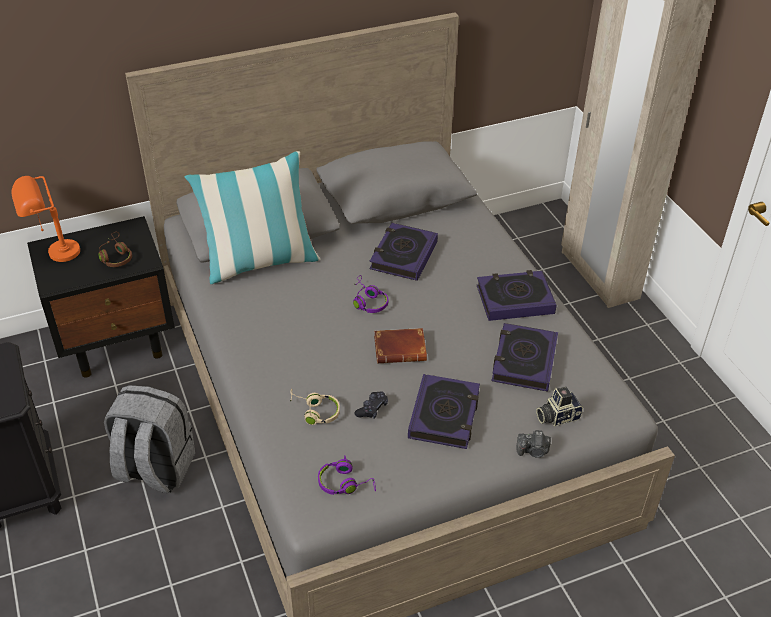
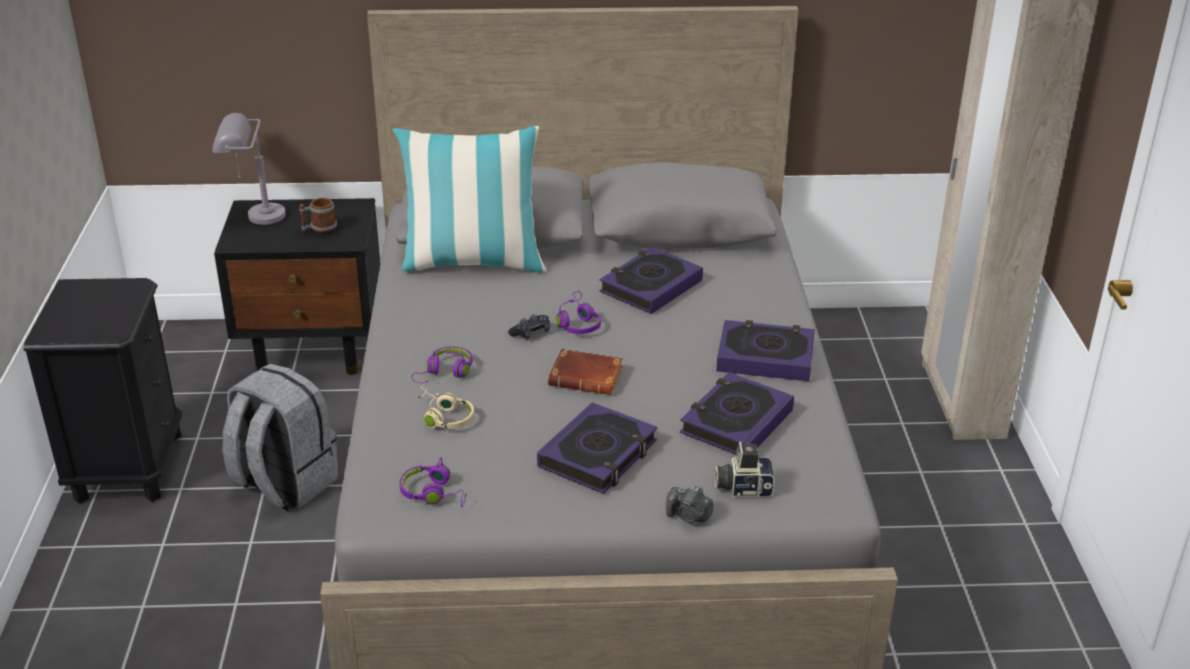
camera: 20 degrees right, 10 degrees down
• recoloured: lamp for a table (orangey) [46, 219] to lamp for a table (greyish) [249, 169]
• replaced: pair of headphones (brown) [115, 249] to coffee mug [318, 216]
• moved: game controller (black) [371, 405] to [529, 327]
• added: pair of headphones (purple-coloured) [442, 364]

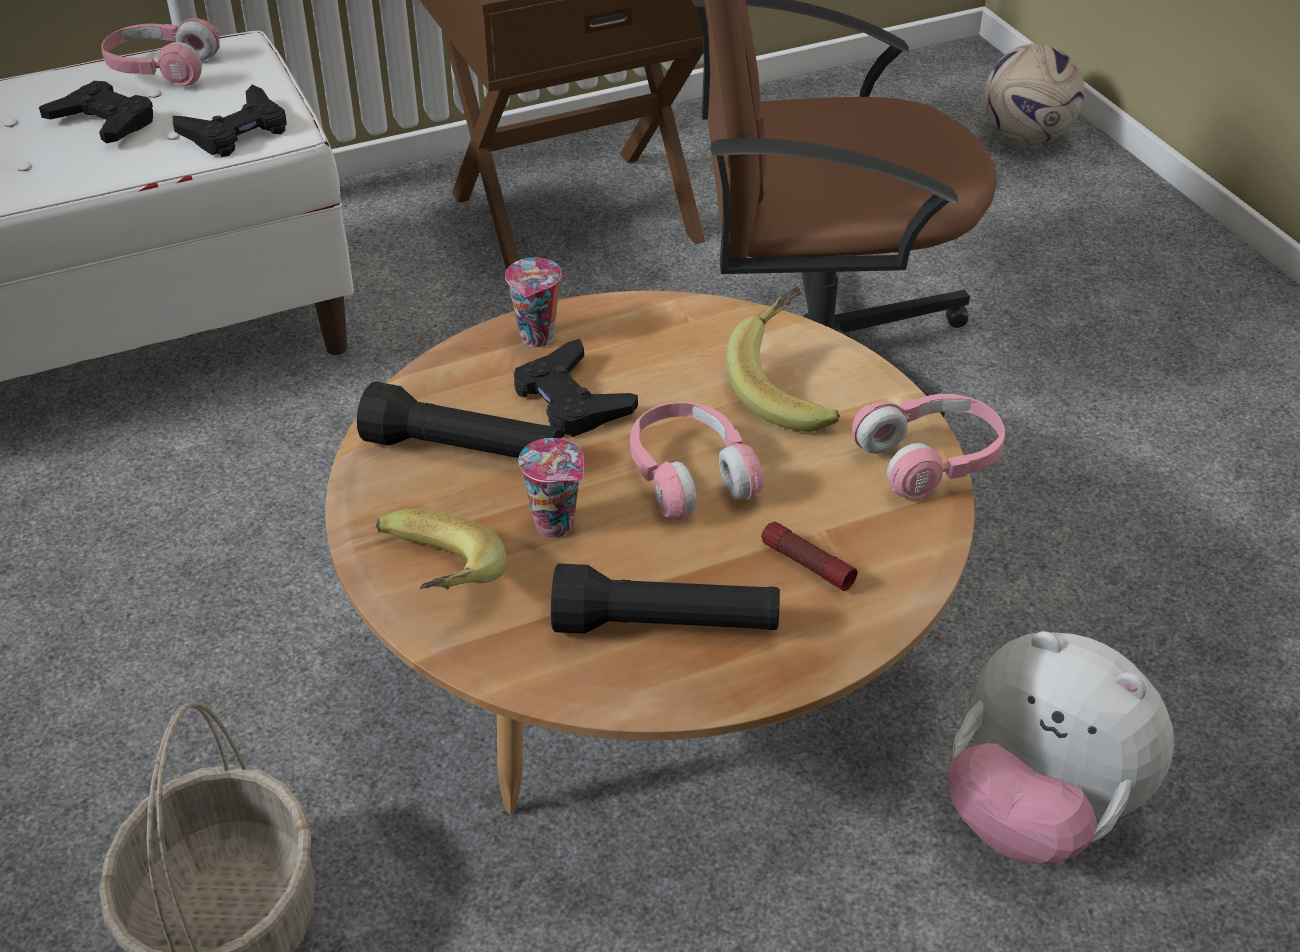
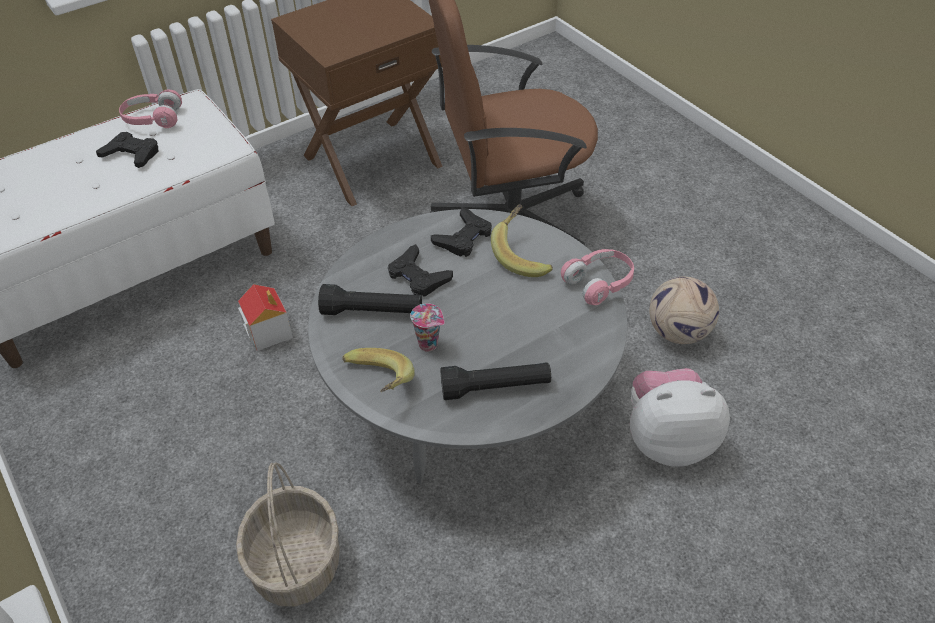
camera: 10 degrees left, 5 degrees up
• moved: game controller (black) [230, 121] to [461, 232]
• recoloured: lounge table (brown) [650, 552] to lounge table (greyish) [468, 346]
• removed: drinking cup [533, 302]
• removed: pair of headphones (pink-coloured) [697, 461]
• removed: torch [809, 556]
• turned: soft toy [1061, 747] = [680, 417] 150 degrees clockwise
• moved: ball for football [1034, 93] to [684, 310]
• added: miniature house [265, 317]

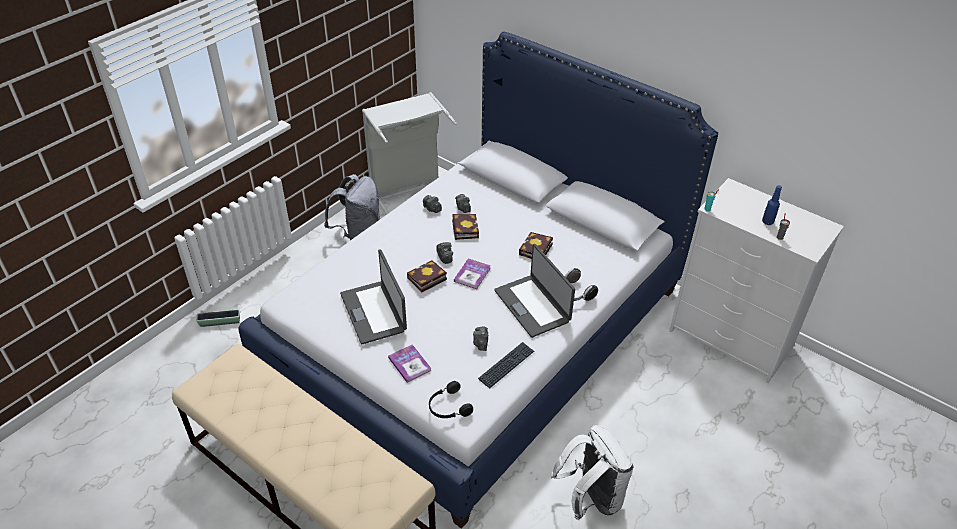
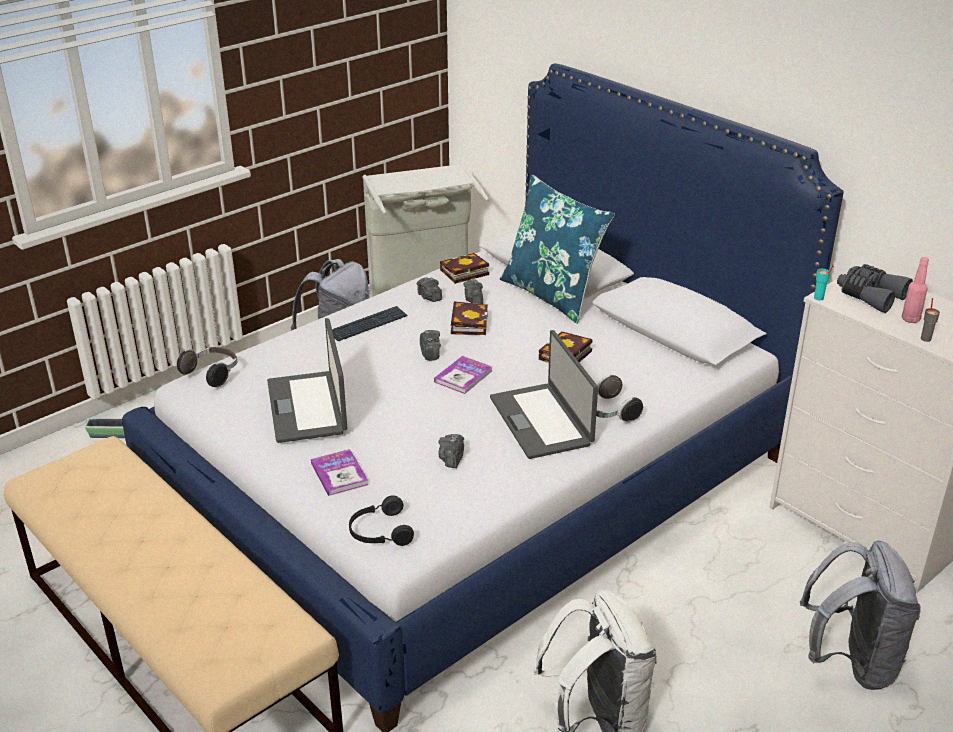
camera: 10 degrees right, 10 degrees down
• moved: bound book [427, 276] to [464, 268]
• moved: computer keyboard [506, 365] to [370, 323]
• recoloured: beverage bottle (bluish) [772, 205] to beverage bottle (pink-coloured) [915, 290]
• added: pair of headphones [207, 367]
• added: pillow (bluish) [557, 249]
• added: knapsack (greyish) [860, 615]
• added: pair of binoculars (greyish) [875, 288]

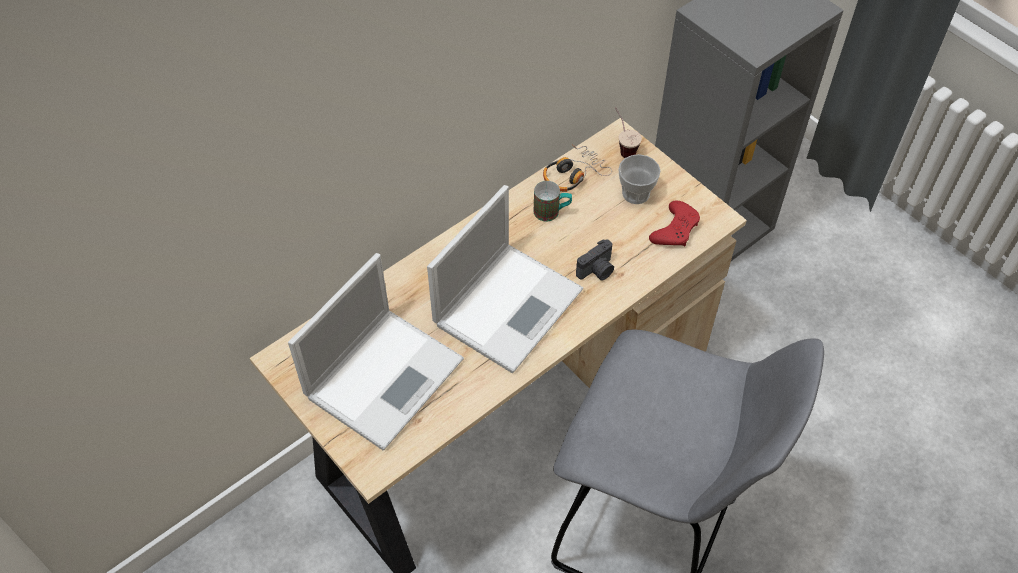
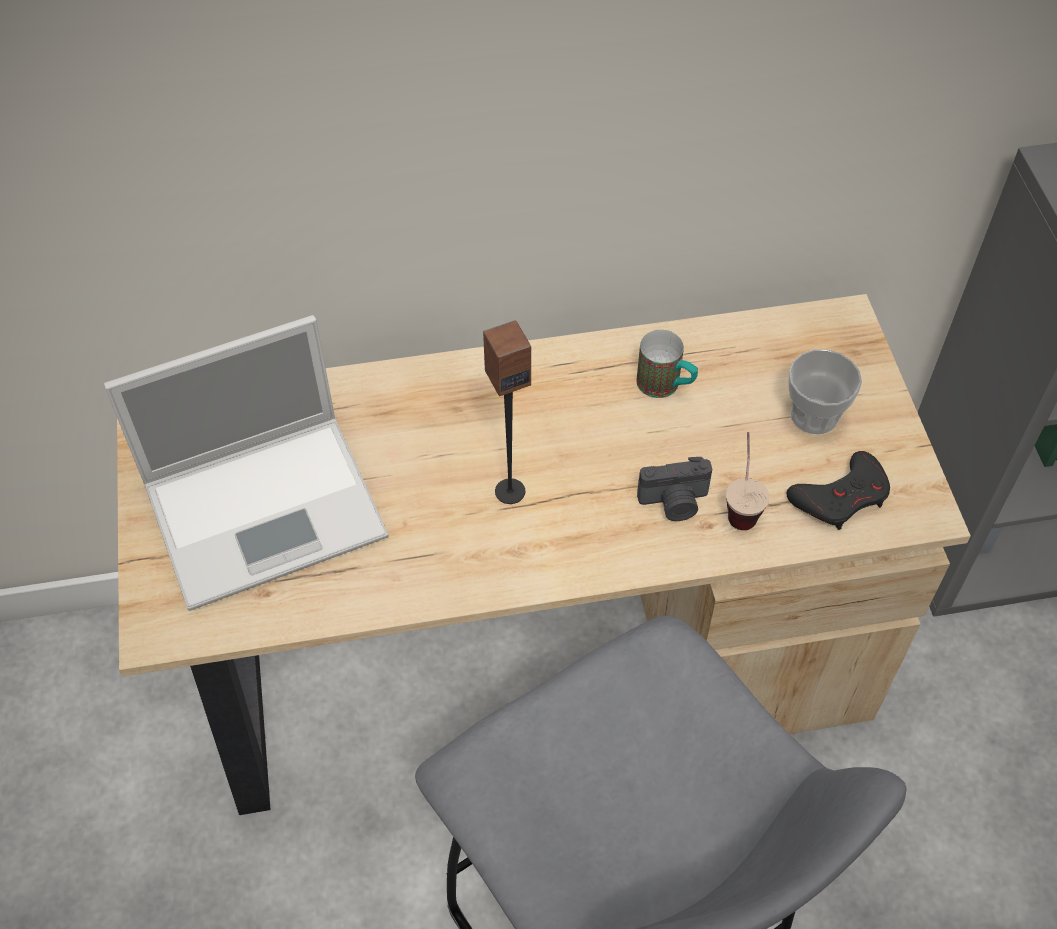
camera: 30 degrees right, 0 degrees up
• replaced: portable computer [505, 279] to speaker [507, 412]
• removed: pair of headphones [577, 168]
• moved: drinking cup [628, 132] to [748, 481]
• recoloured: game controller (reddish) [674, 223] to game controller (black) [838, 490]

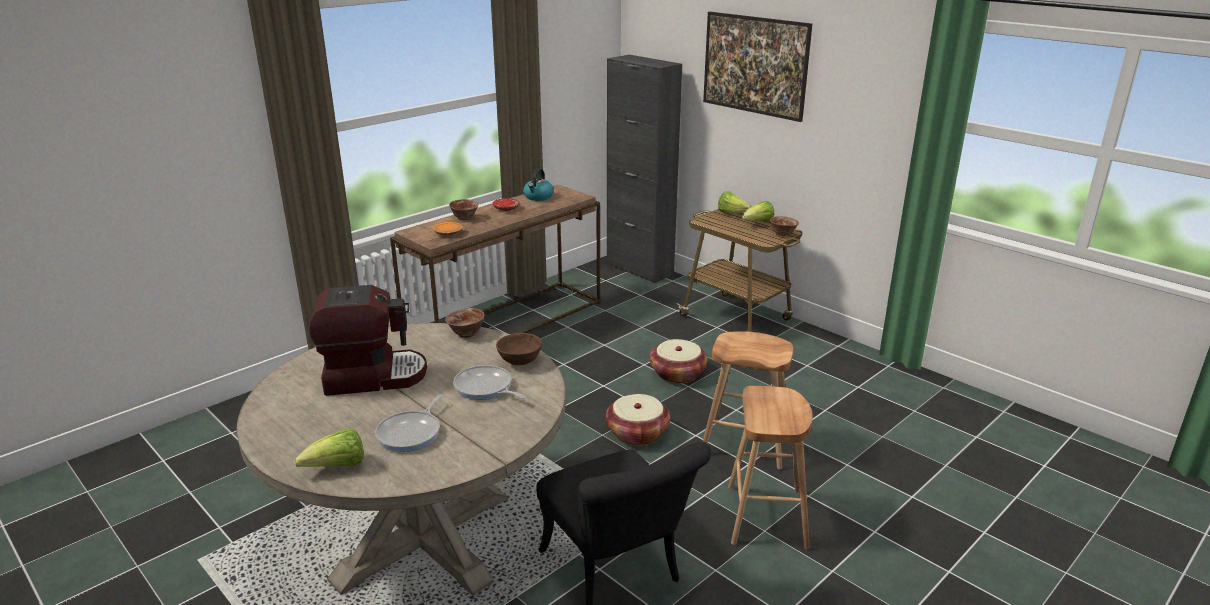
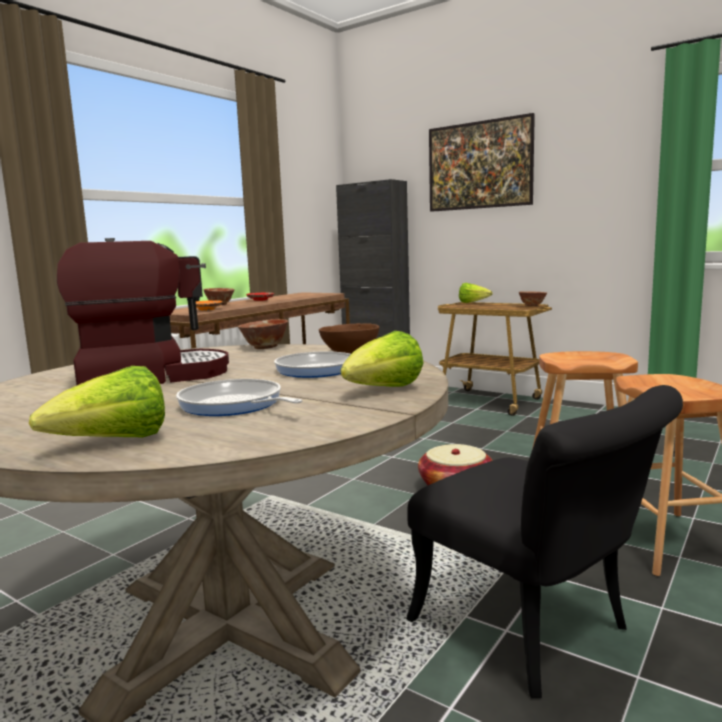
camera: 10 degrees left, 15 degrees down
• turned: pan [409, 423] = [239, 397] 120 degrees clockwise
• removed: water kettle [538, 184]
• removed: basket [678, 361]
• moved: lettuce head [758, 211] to [382, 359]

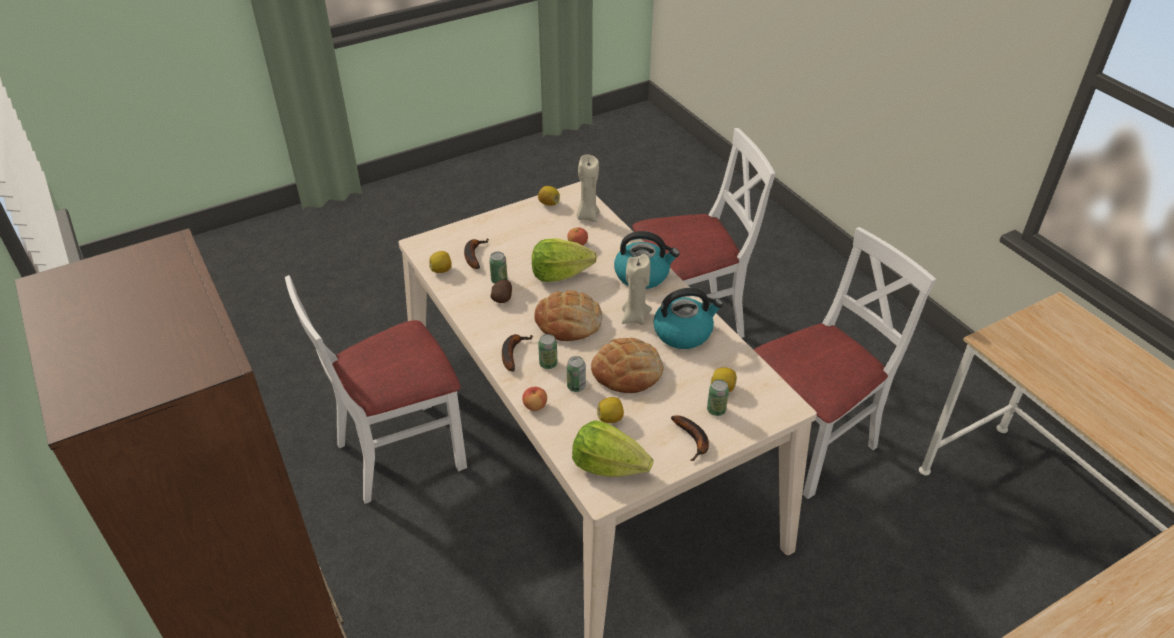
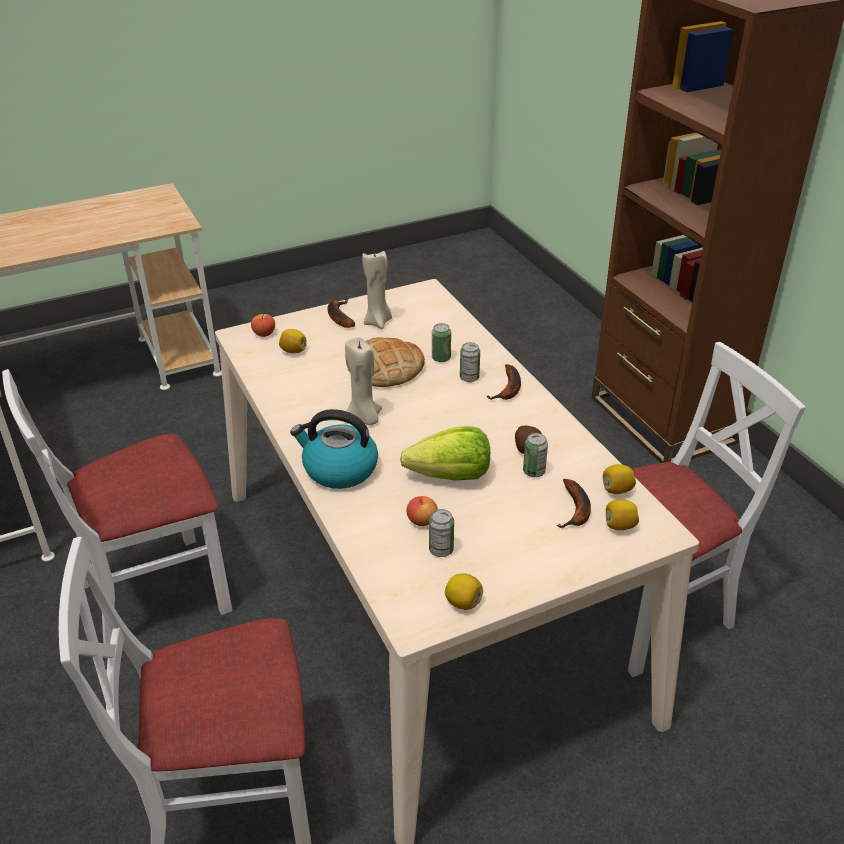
camera: 175 degrees left, 5 degrees down
• moved: whole apple [534, 399] to [263, 325]
• removed: baked bread [568, 315]
• removed: lettuce head [612, 448]
• moved: wax candle (beige) [588, 188] to [377, 289]
• moved: lemon [610, 410] to [622, 514]
• removed: water kettle [688, 318]
• moved: can [718, 398] to [441, 533]

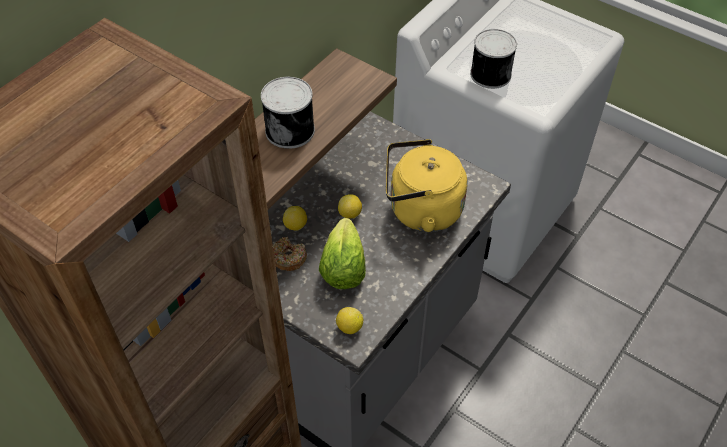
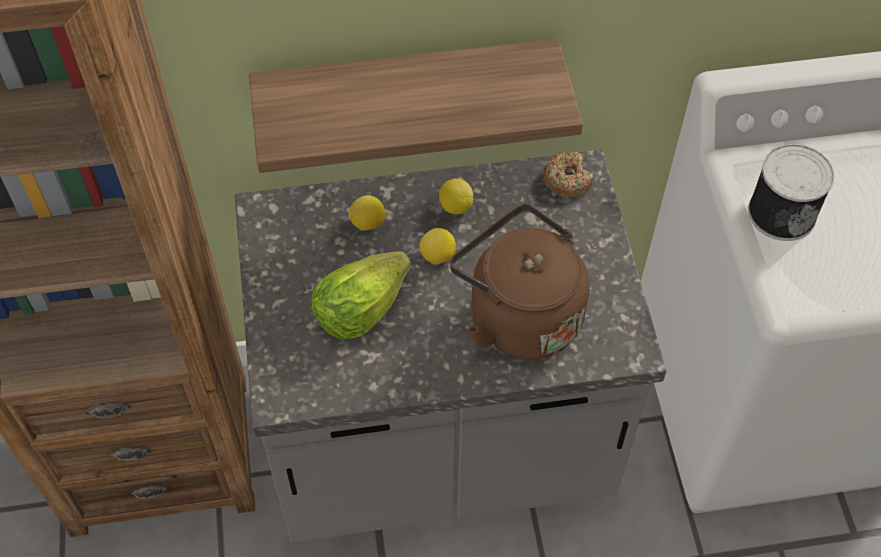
camera: 45 degrees right, 5 degrees up
• removed: can [288, 113]
• moved: doughnut [290, 253] to [568, 175]
• moved: lemon [349, 320] to [456, 196]
• recoloured: water kettle (yellowish) [426, 185] to water kettle (brown) [520, 282]

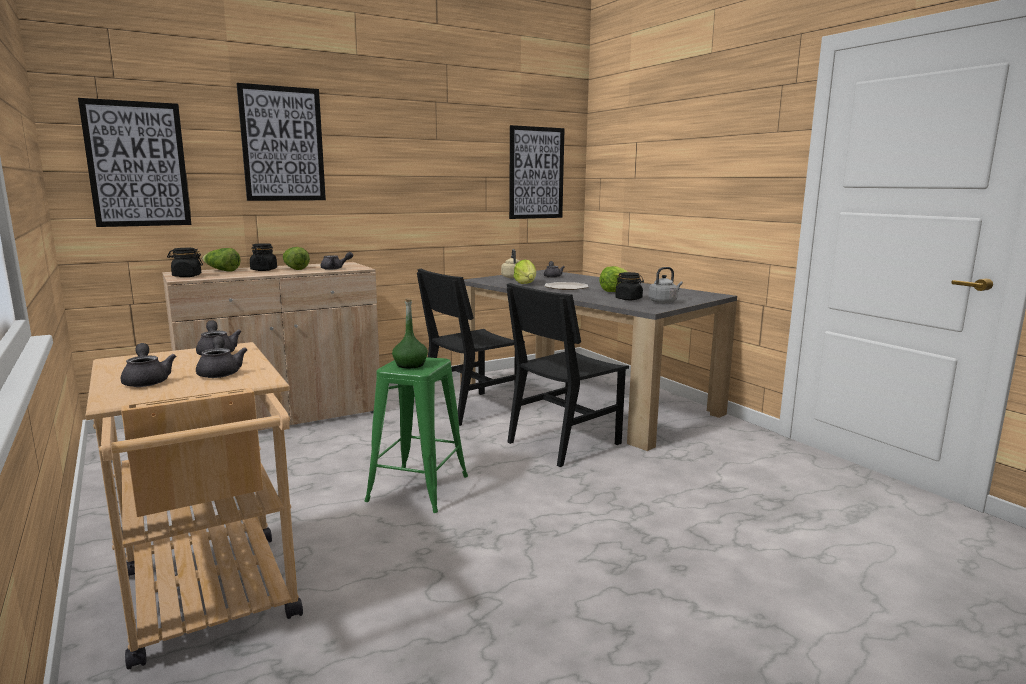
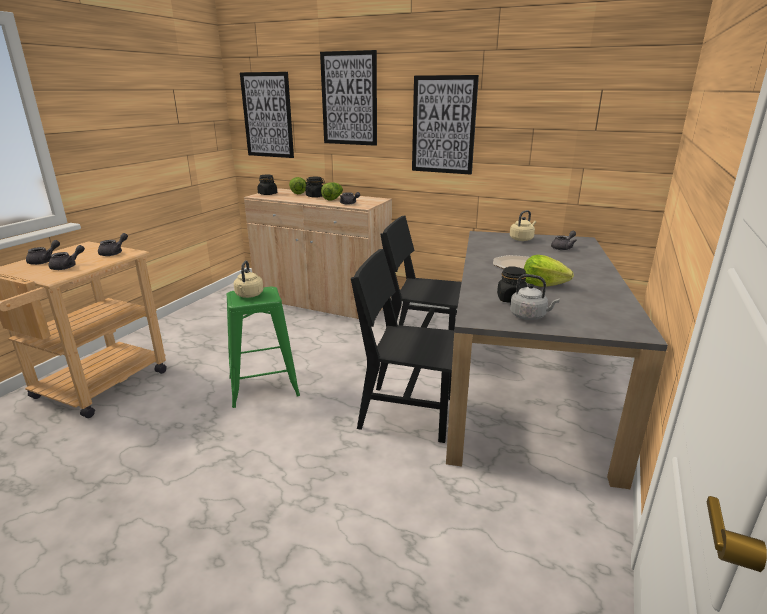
camera: 55 degrees right, 10 degrees up
• replaced: beverage bottle (greenish) [410, 333] to water kettle (beige) [248, 279]
• moved: wall art [537, 172] to [445, 125]
• removed: lettuce head [524, 272]

